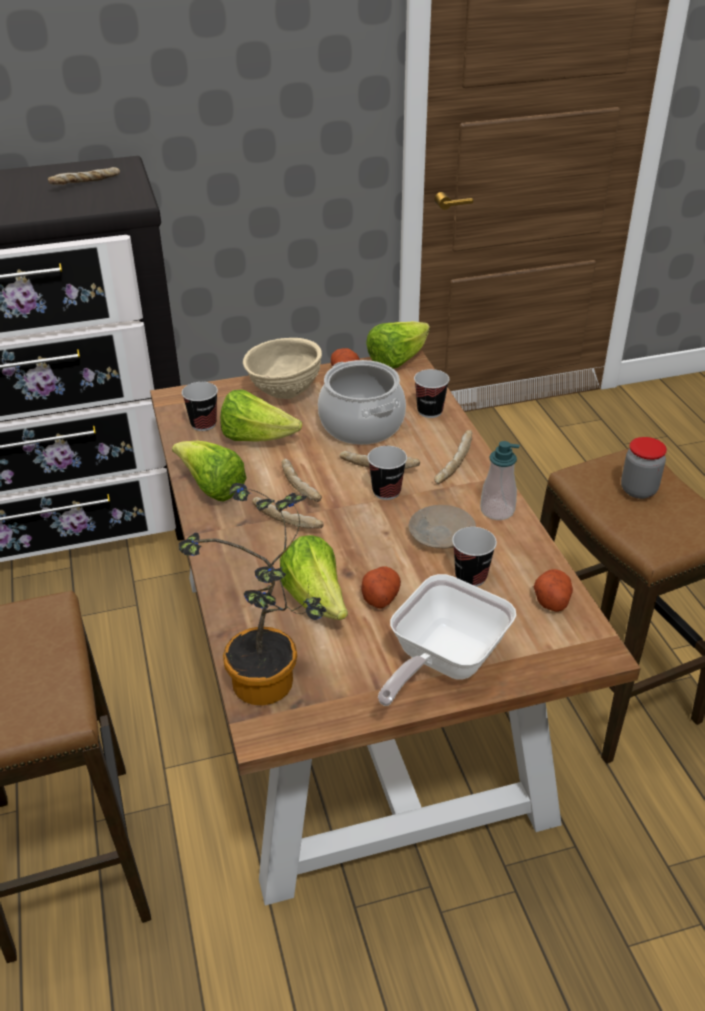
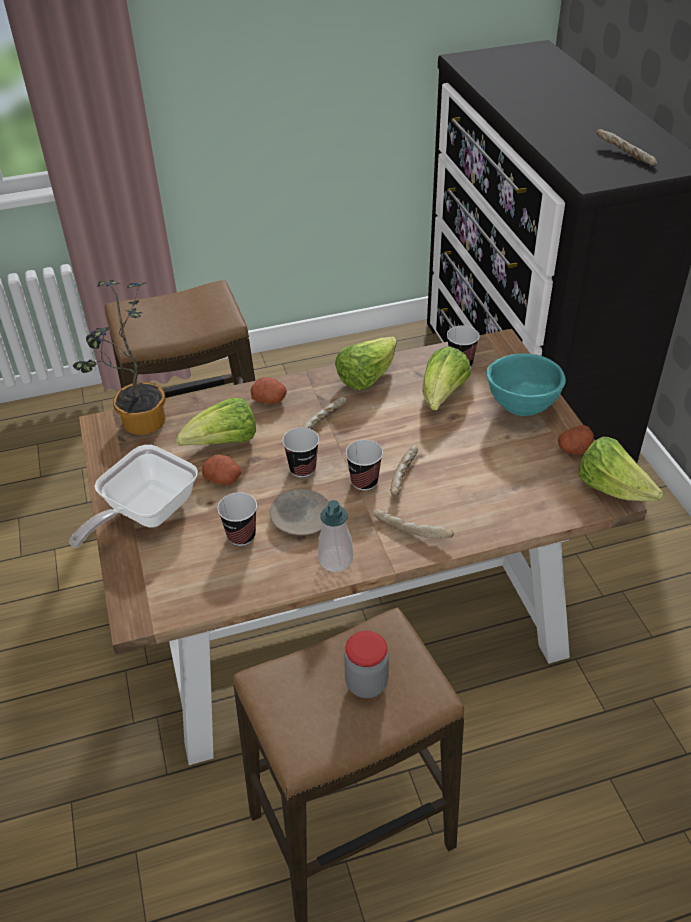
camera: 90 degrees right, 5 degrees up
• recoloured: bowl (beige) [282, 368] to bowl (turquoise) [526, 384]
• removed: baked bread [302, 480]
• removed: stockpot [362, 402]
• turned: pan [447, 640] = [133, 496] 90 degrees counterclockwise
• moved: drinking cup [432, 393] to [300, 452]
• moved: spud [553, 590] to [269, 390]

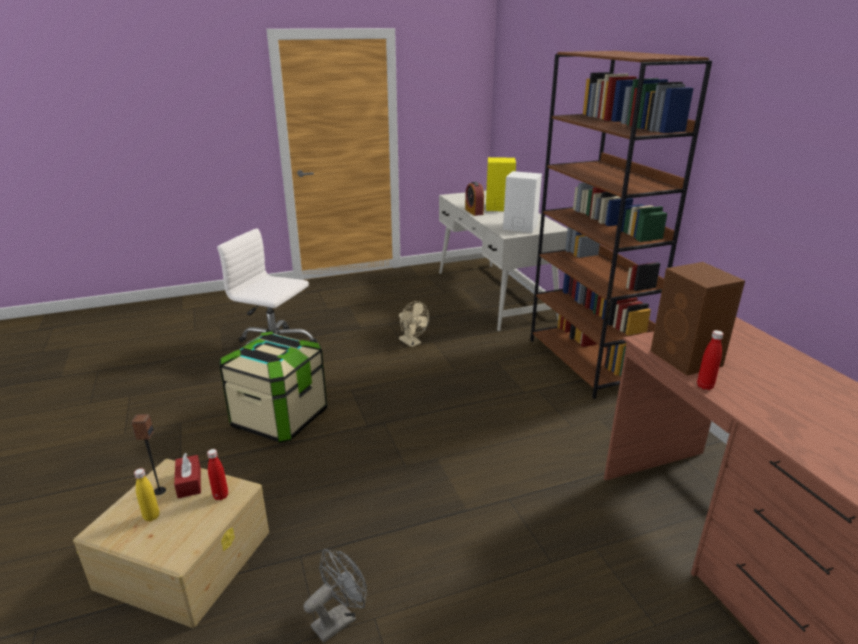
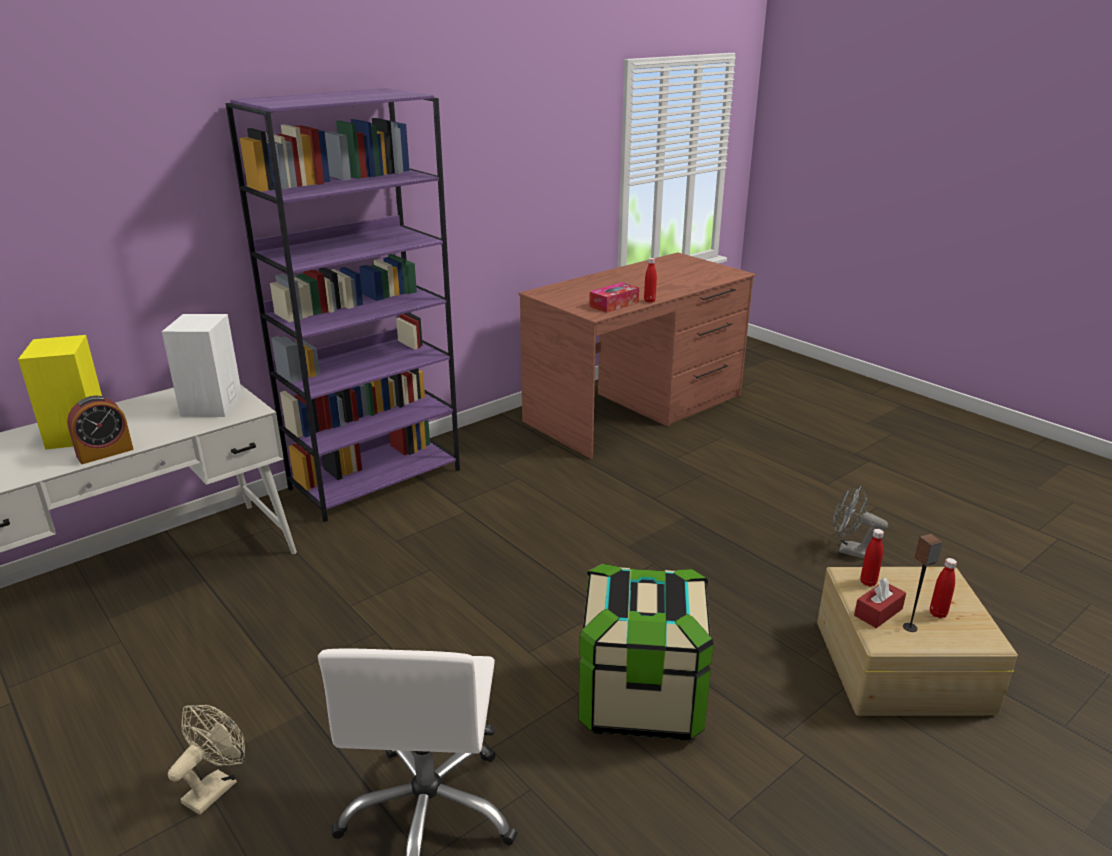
camera: 110 degrees left, 0 degrees up
• recoloured: beverage bottle (yellowish) [146, 495] to beverage bottle (reddish) [943, 588]
• moved: electric fan (beige) [414, 324] to [206, 760]
• recoloured: bookcase (brown) [621, 225] to bookcase (purple-coloured) [342, 305]
• replaced: speaker (brown) [697, 319] to tissue box [614, 297]

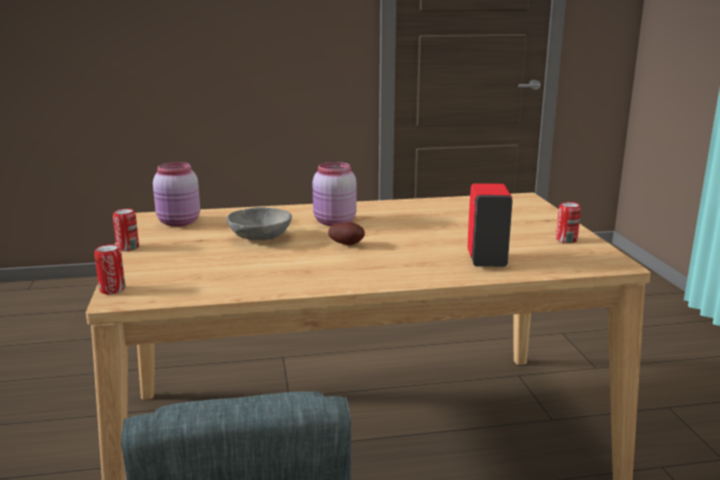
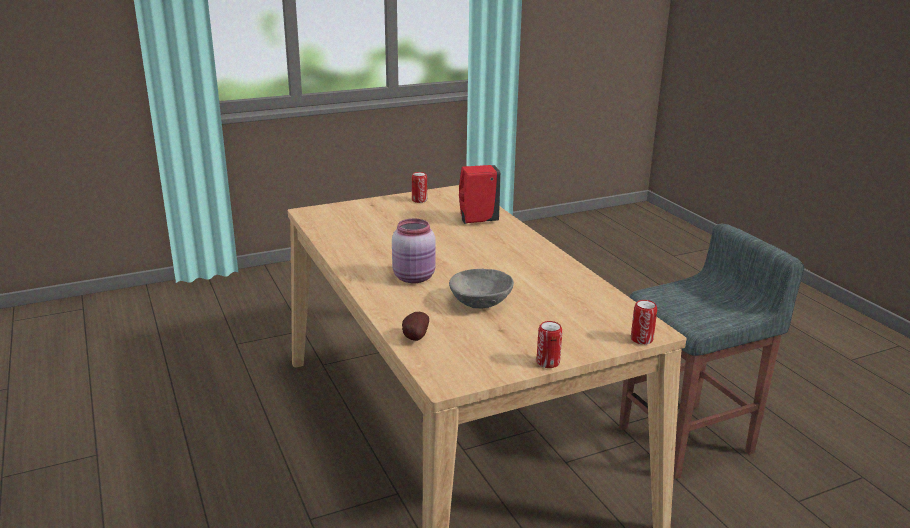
camera: 105 degrees left, 5 degrees up
• removed: storage jar (pink-coloured) [176, 194]
• moved: spud [346, 233] to [415, 326]

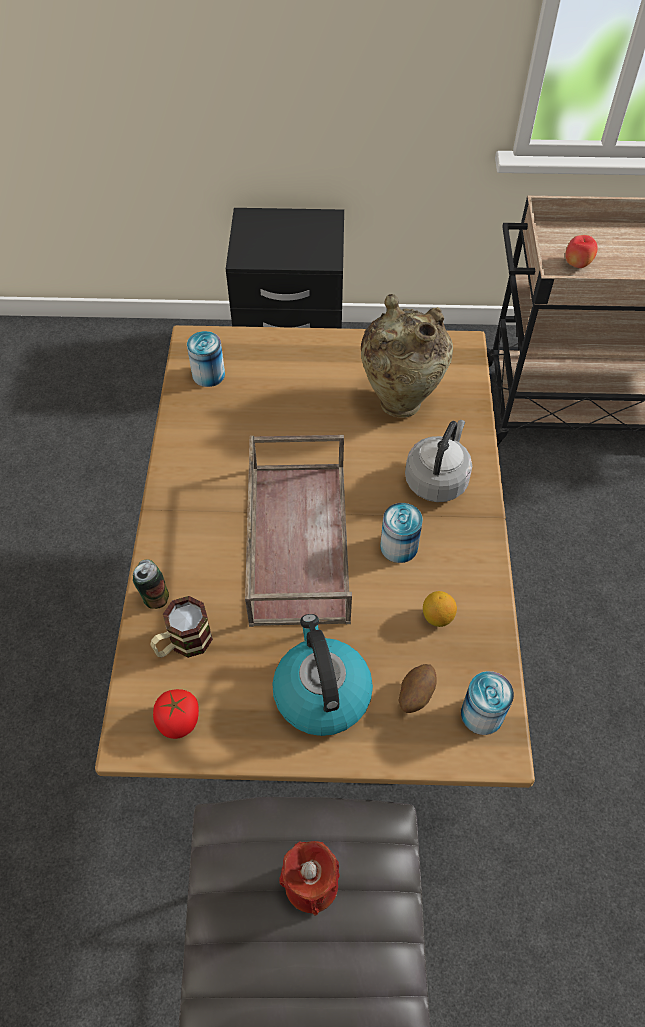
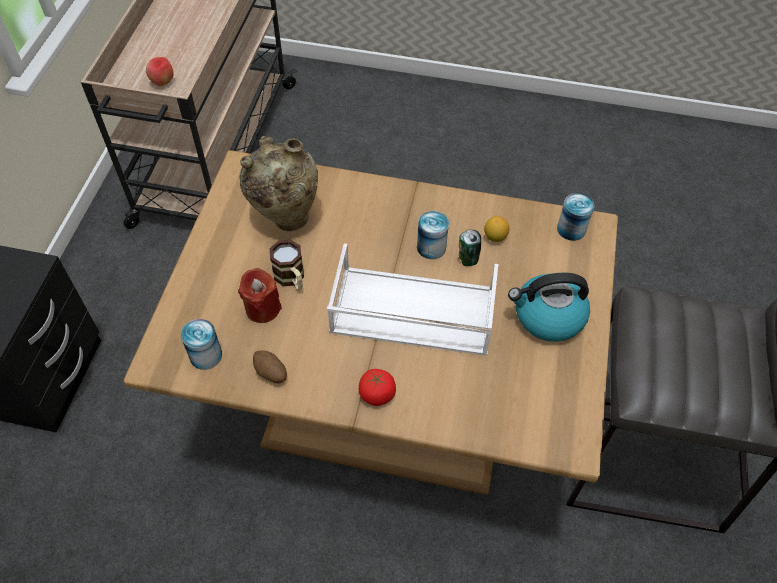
camera: 80 degrees left, 0 degrees up
• moved: can [151, 584] to [470, 248]
• moved: coffee mug [181, 627] to [287, 265]
• moved: fresh tomato [176, 714] to [377, 387]
• recoloured: tray (brown) [298, 531] to tray (whitish) [412, 299]
• moved: wax candle (reddish) [309, 878] to [260, 295]
• moved: spud [418, 688] to [270, 367]
• removed: water kettle (greyish) [438, 461]

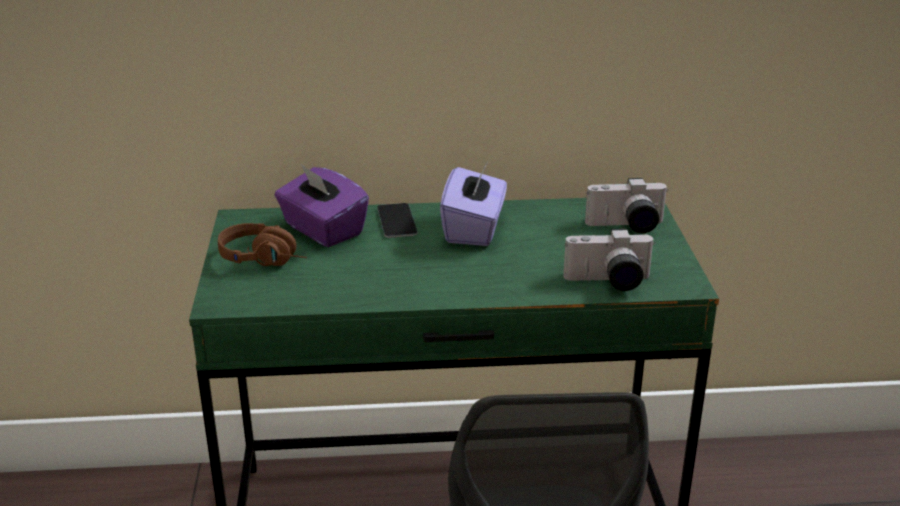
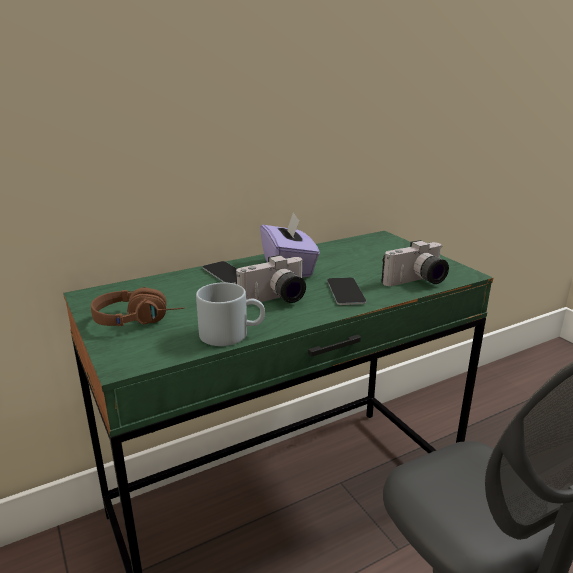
camera: 25 degrees left, 5 degrees down
• removed: tissue box (purple-coloured) [322, 205]
• moved: photo camera [627, 205] to [271, 280]
• added: coffee mug (greyish) [230, 314]
• added: telephone [347, 291]

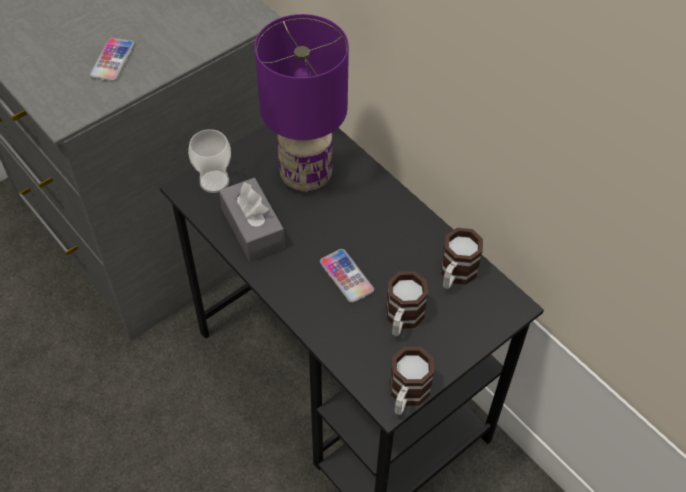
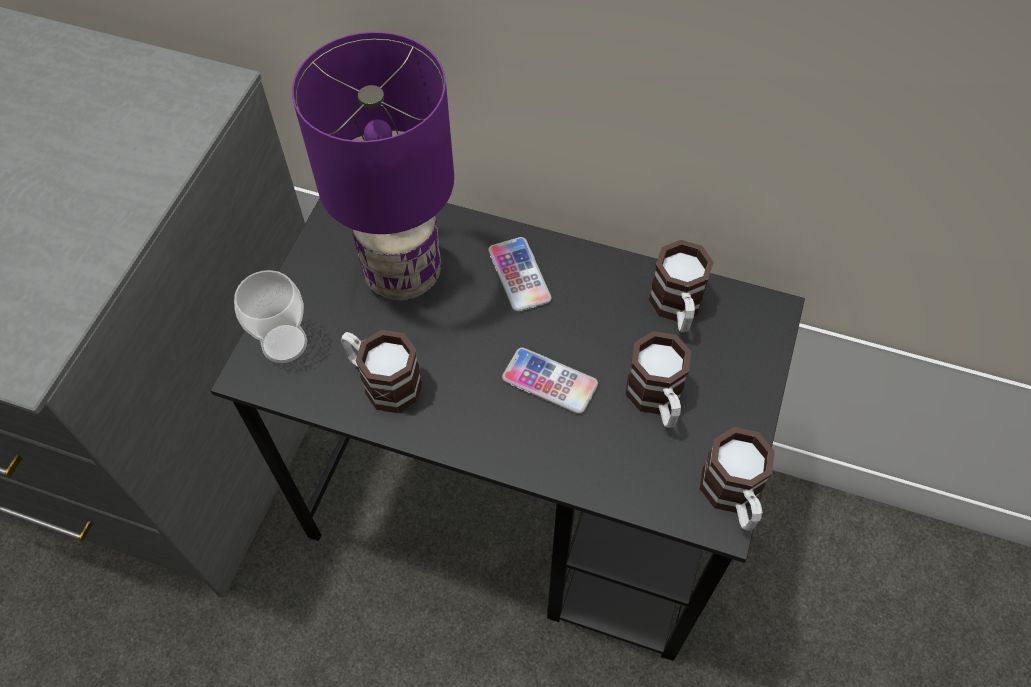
camera: 30 degrees left, 5 degrees up
• moved: telephone [112, 60] to [520, 274]
• replaced: tissue box (greyish) [252, 219] to coffee mug [382, 371]

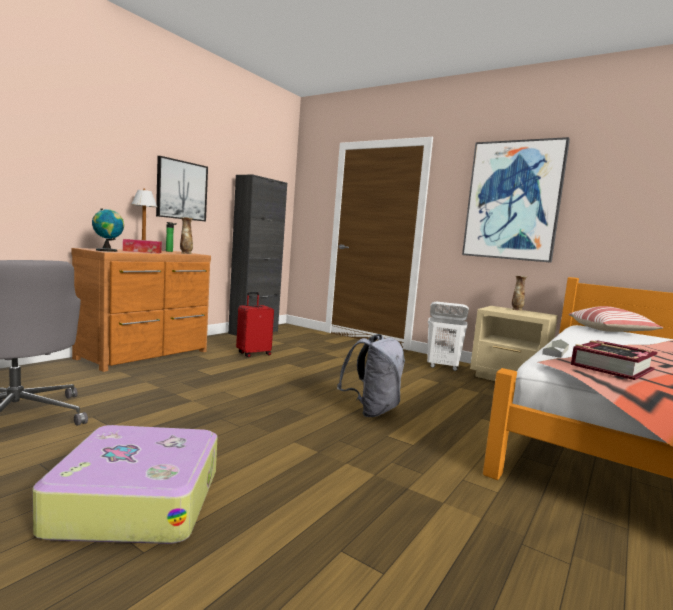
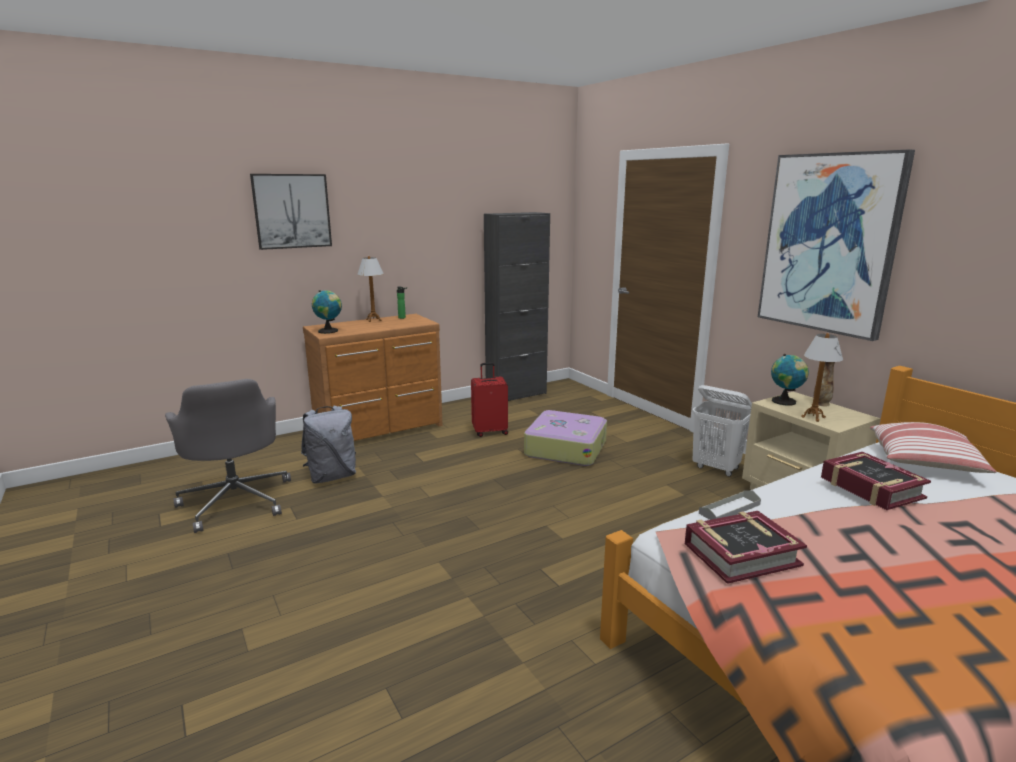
camera: 25 degrees right, 10 degrees up
• moved: piece of luggage [124, 484] to [565, 438]
• removed: tissue box [142, 246]
• moved: wall art [182, 188] to [291, 212]
• removed: decorative vase [186, 235]
• moved: knapsack (greyish) [371, 375] to [328, 444]
• added: desk globe [790, 380]
• added: lamp for a table [822, 377]
• added: bound book [876, 481]

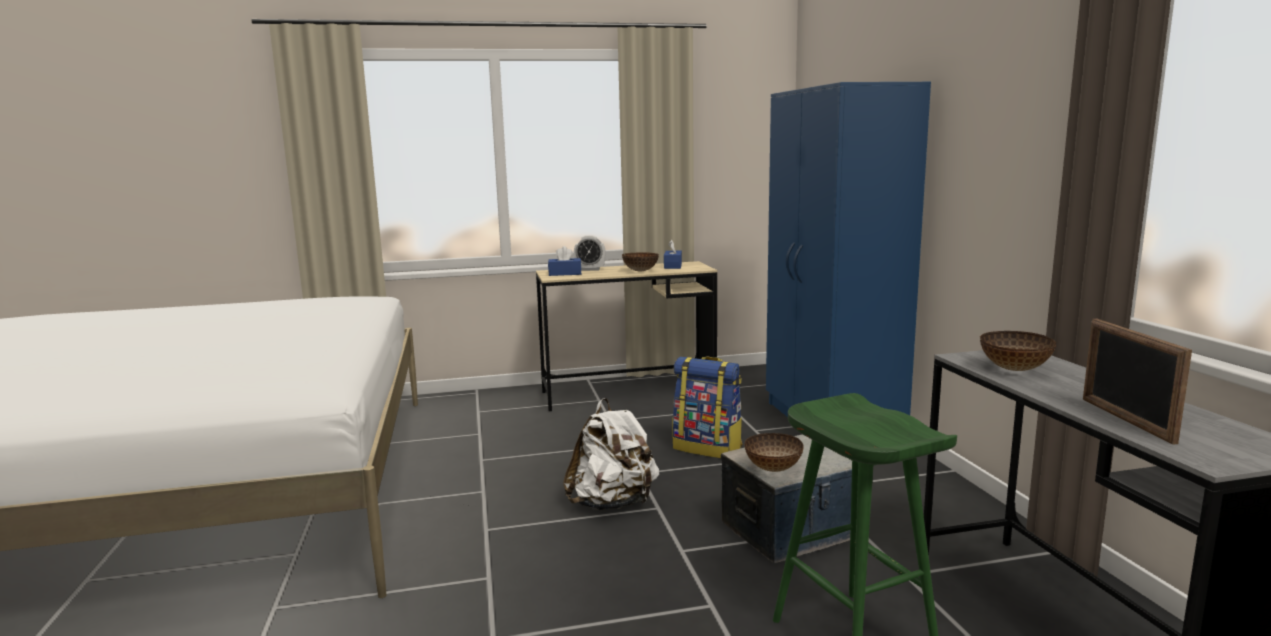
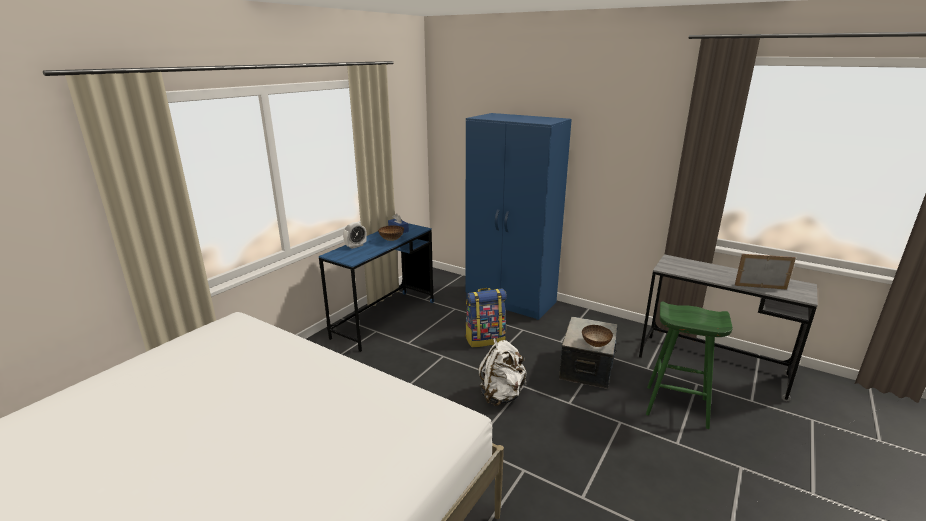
camera: 45 degrees left, 10 degrees up
• recoloured: desk unit (beige) [626, 336] to desk unit (bluish) [376, 287]
• removed: tissue box (bluish) [565, 261]
• removed: bowl [1018, 351]
• turned: photo frame [1137, 381] = [765, 272] 150 degrees clockwise

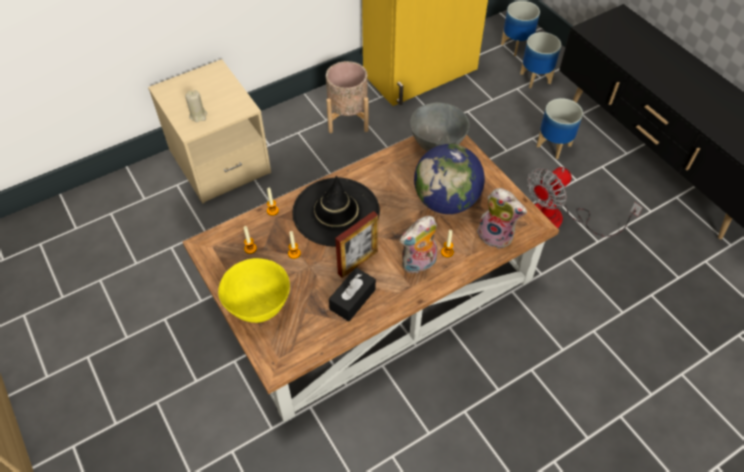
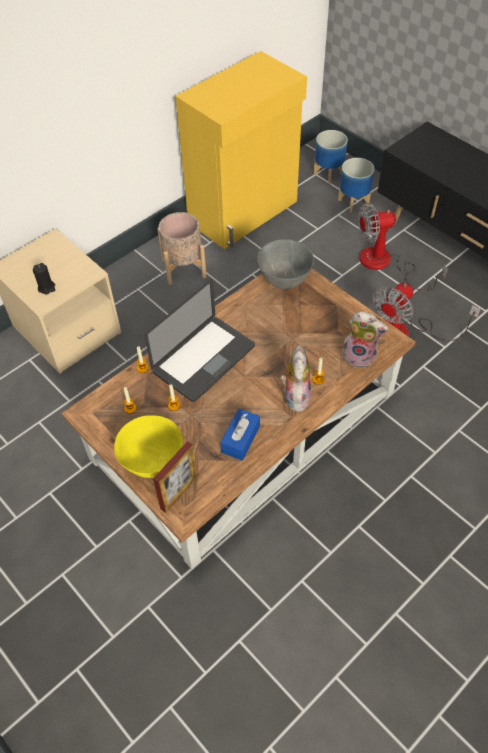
camera: 10 degrees left, 0 degrees up
• recoloured: wax candle (beige) [196, 106] to wax candle (black) [44, 278]
• replaced: hat (black) [336, 211] to portable computer [200, 340]
• recoloured: tissue box (black) [352, 294] to tissue box (bluish) [240, 435]
• moved: photo frame [356, 244] to [175, 477]
• turned: soft toy [418, 245] = [295, 378] 135 degrees clockwise
• removed: desk globe [449, 179]
• replaced: plant pot [559, 128] to electric fan [403, 247]

